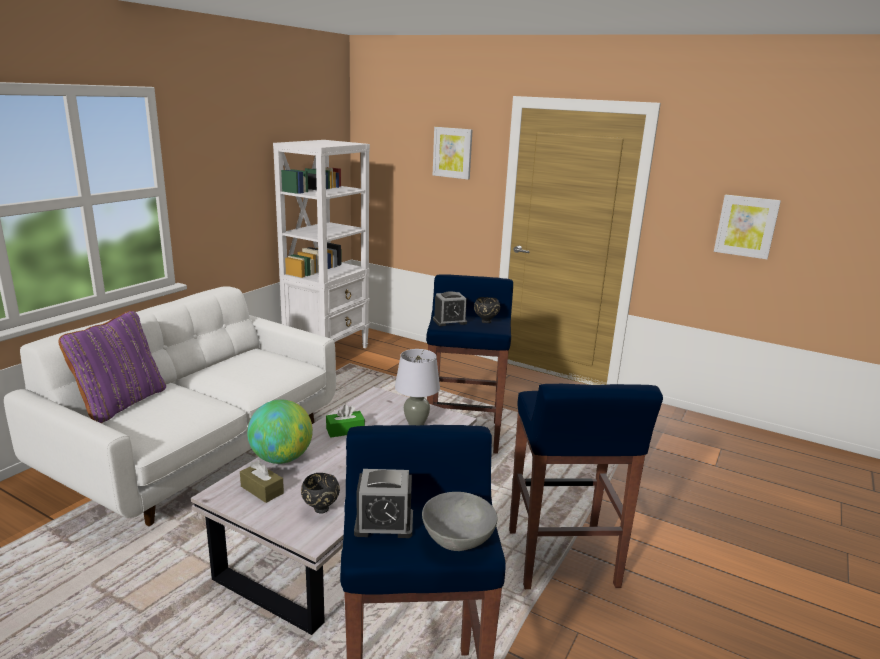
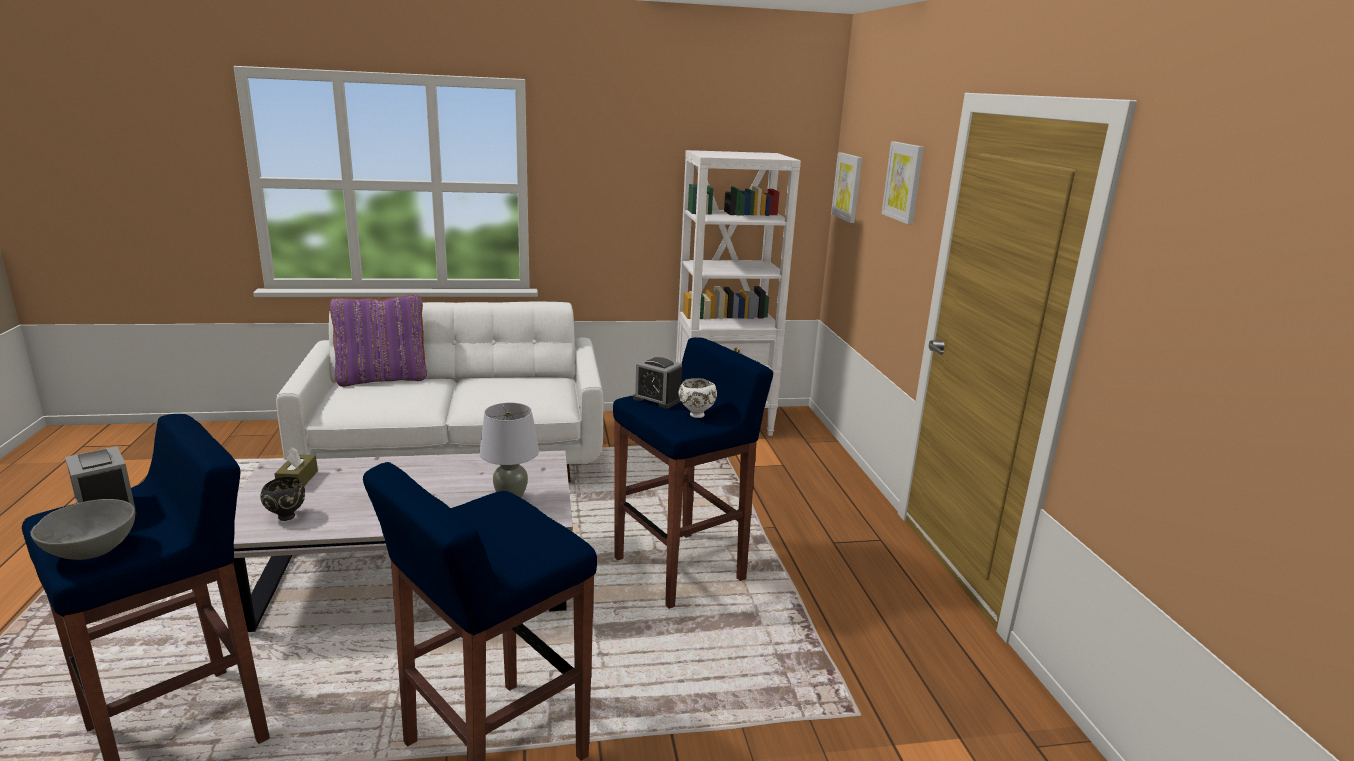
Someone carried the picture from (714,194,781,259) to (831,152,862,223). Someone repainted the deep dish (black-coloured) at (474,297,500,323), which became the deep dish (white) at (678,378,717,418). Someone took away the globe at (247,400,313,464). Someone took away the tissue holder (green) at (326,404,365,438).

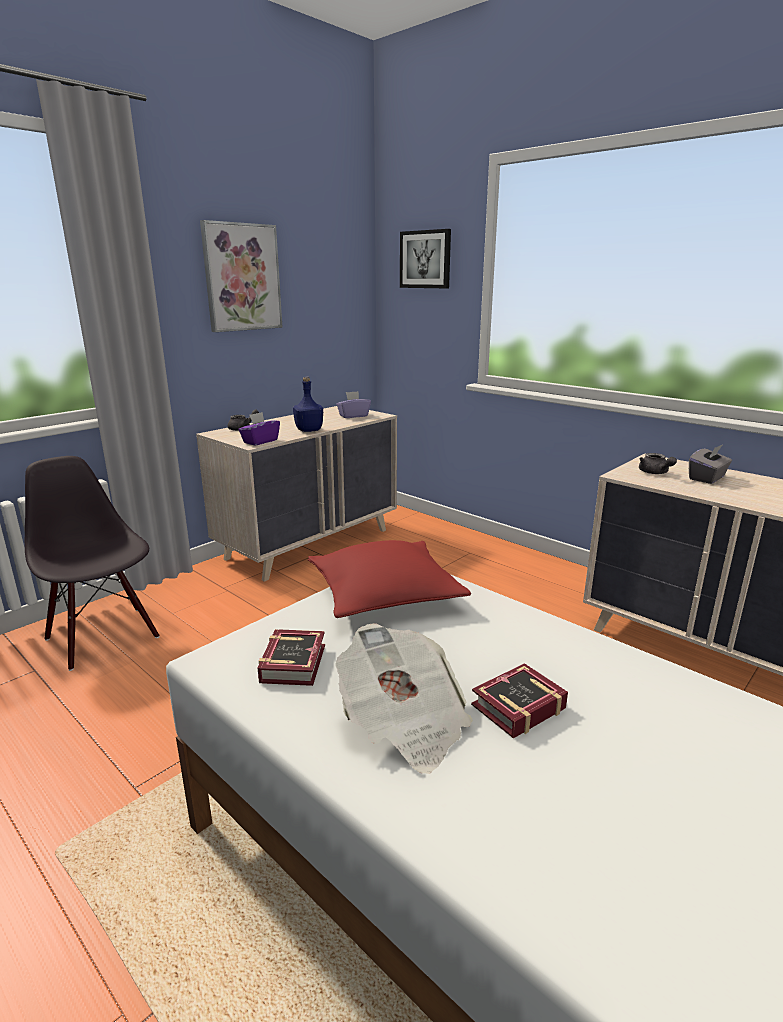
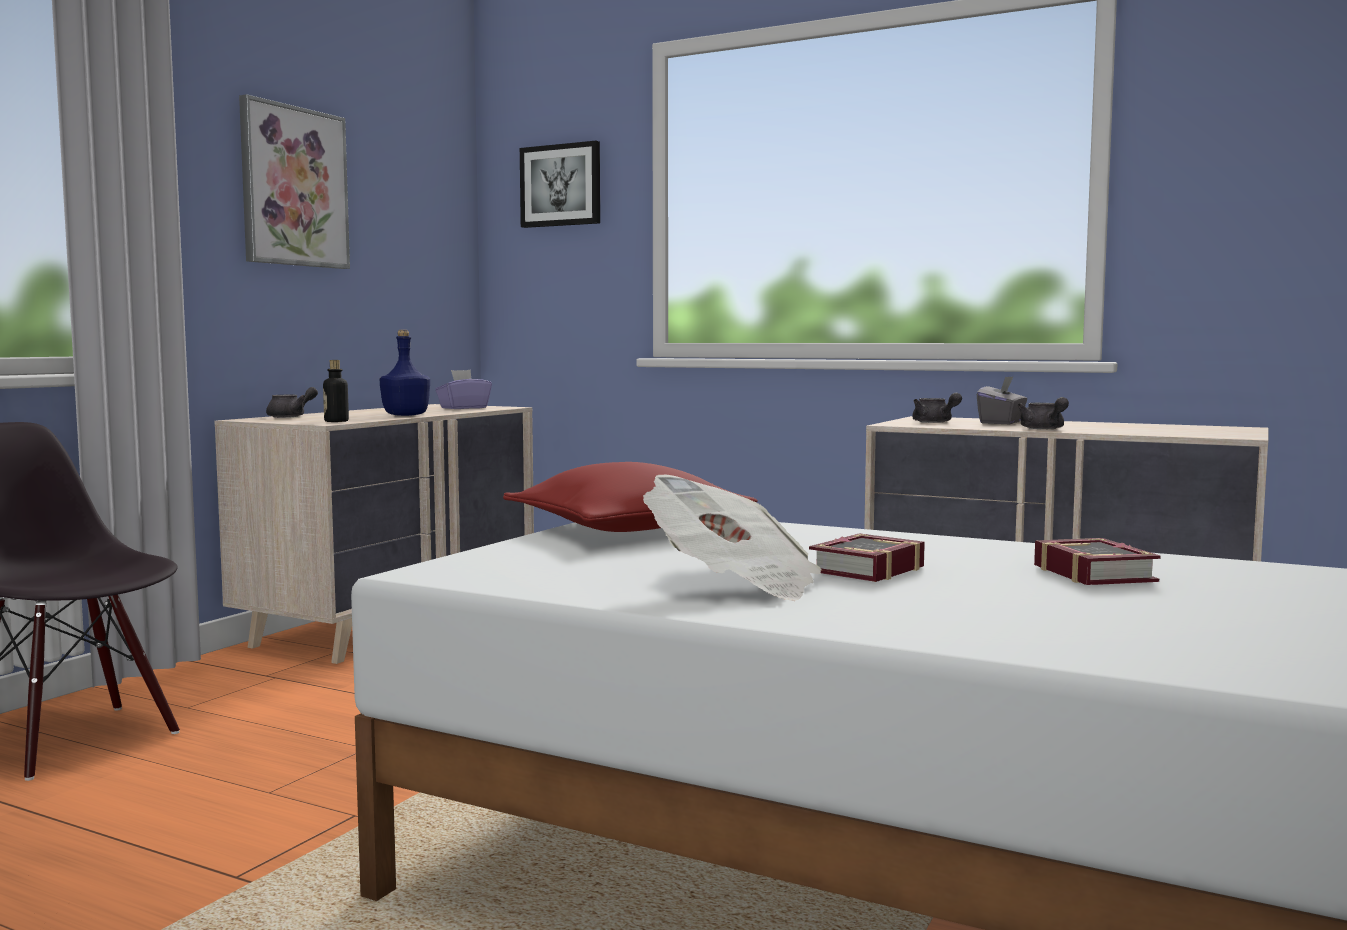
Someone swapped the tissue holder (purple) at (238,412,280,446) for the beverage bottle at (323,360,349,422). Someone carried the volume from (258,629,325,686) to (1034,538,1160,585). Someone put down the teapot (gray) at (1017,397,1069,429).

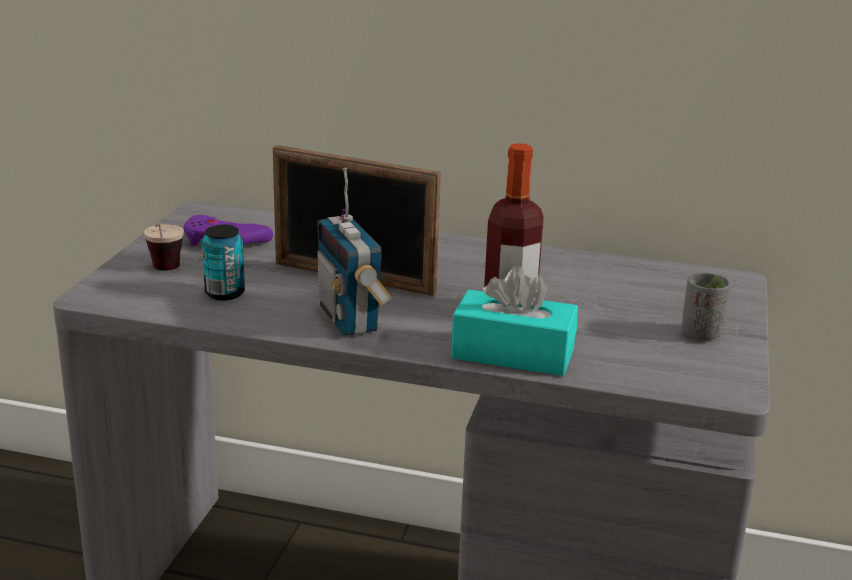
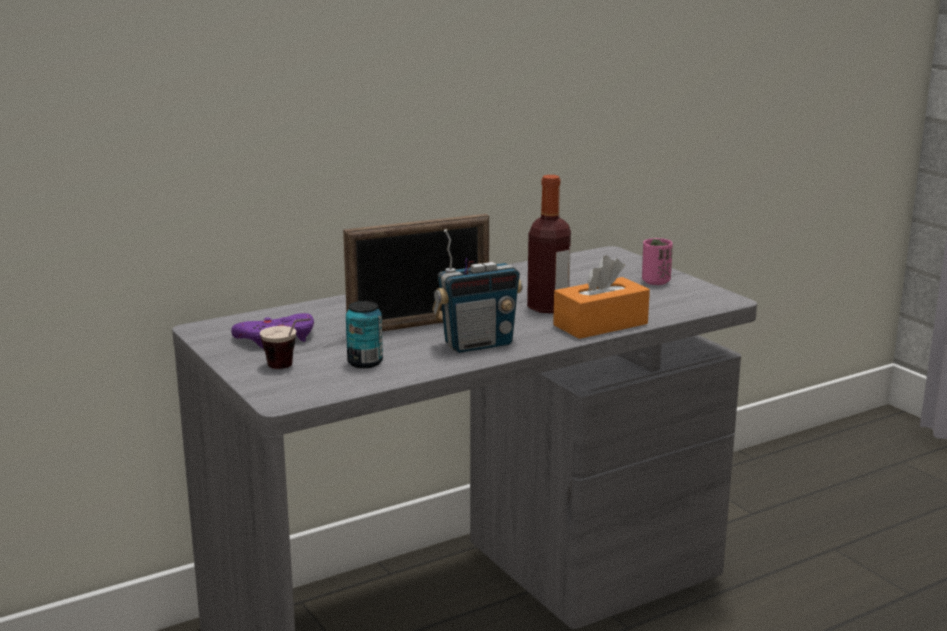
Someone rotated the radio set at (317,168,392,336) by 45 degrees counterclockwise. Someone repainted the tissue holder (turquoise-coloured) at (451,266,578,376), which became the tissue holder (orange-coloured) at (553,255,650,339). Someone repainted the small cup (gray) at (682,273,730,341), which became the small cup (pinkish) at (642,238,673,285).

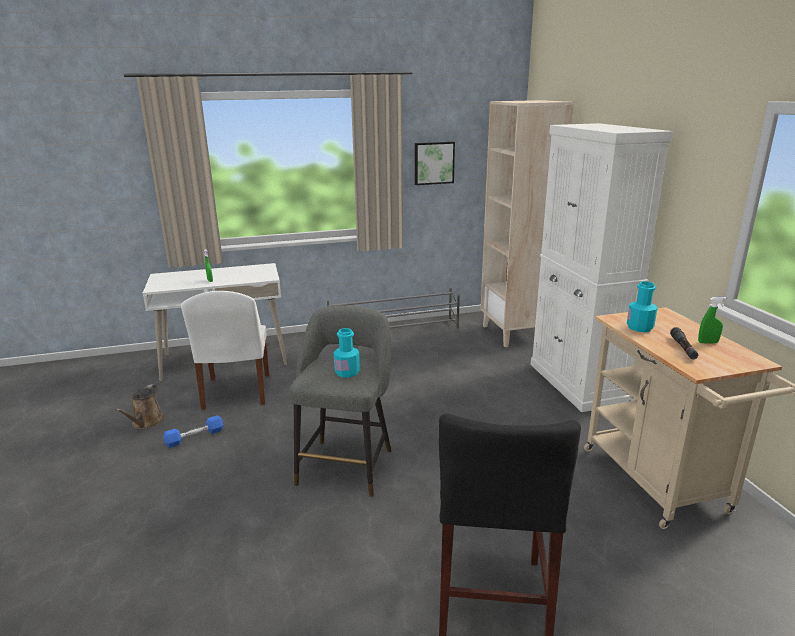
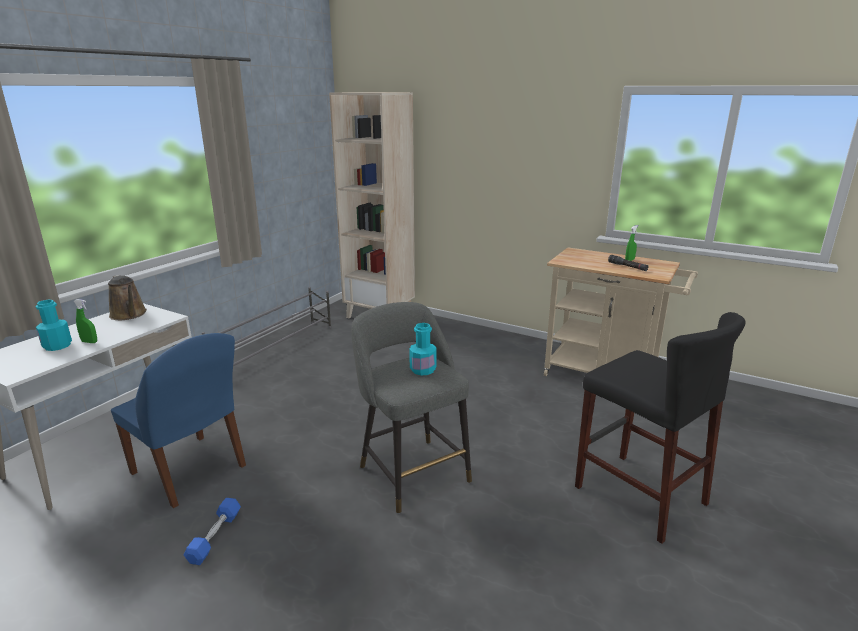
Someone took away the cupboard (white) at (531,123,673,412). Someone took away the picture at (415,142,455,185). Someone carried the beverage bottle (turquoise-coloured) from (627,281,658,332) to (36,300,72,351). Someone repainted the plain chair (white) at (181,291,269,410), which became the plain chair (blue) at (111,333,246,508). Someone carried the sprinkling can (brown-coloured) from (115,384,165,429) to (108,275,147,320).

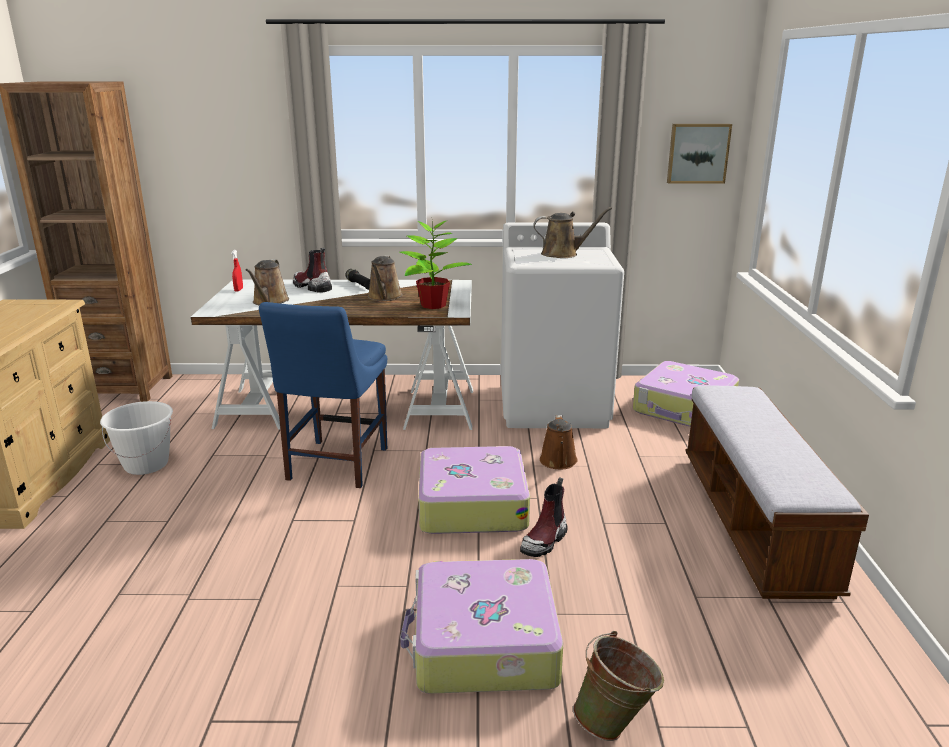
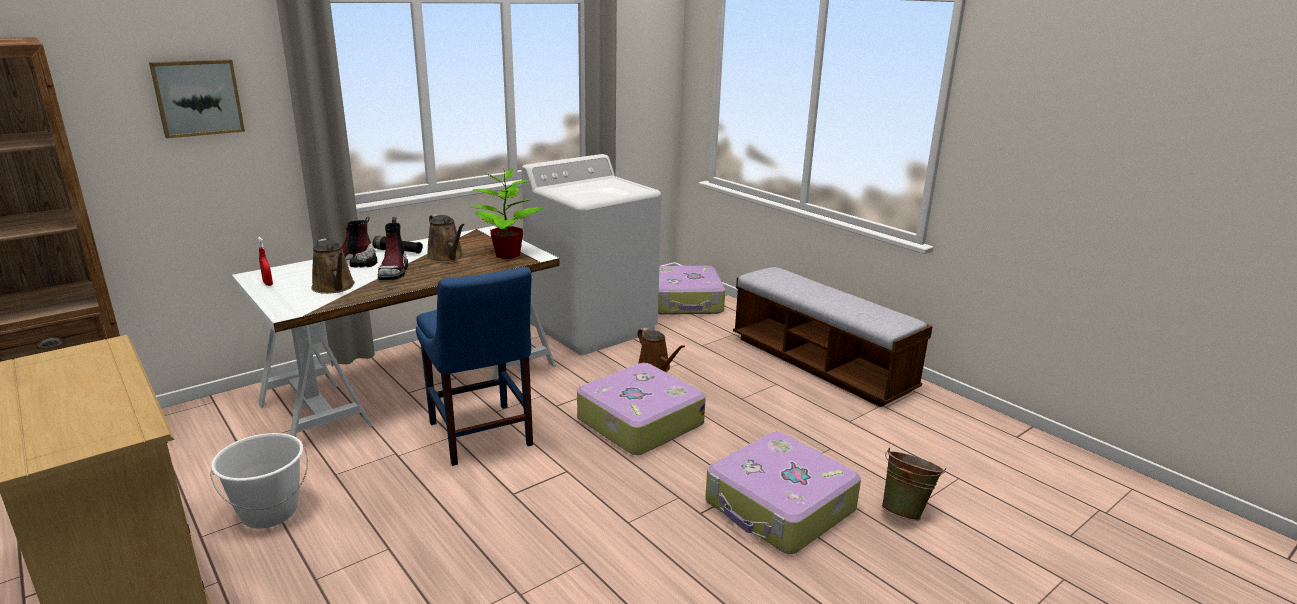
Someone carried the picture from (667,124,732,184) to (149,59,245,138). Someone took away the sprinkling can (brown-coloured) at (533,207,612,258). Someone carried the tall boot from (520,477,568,557) to (378,217,408,280).

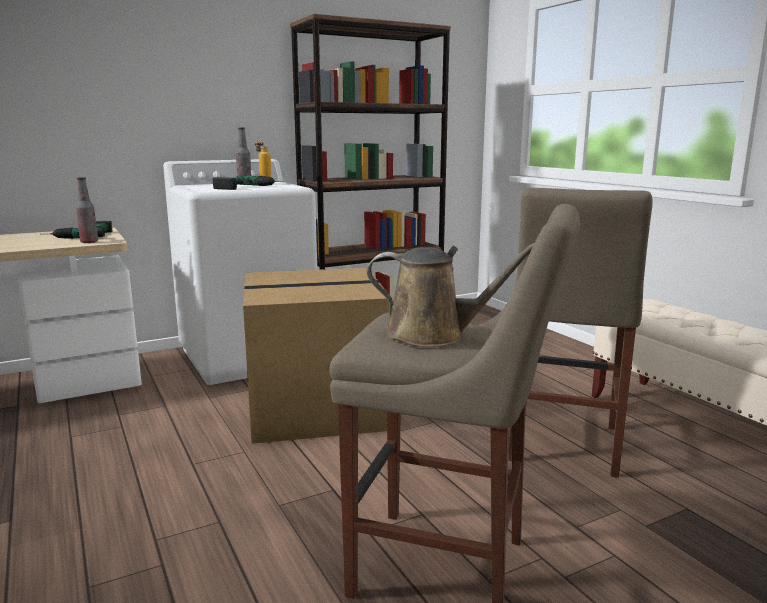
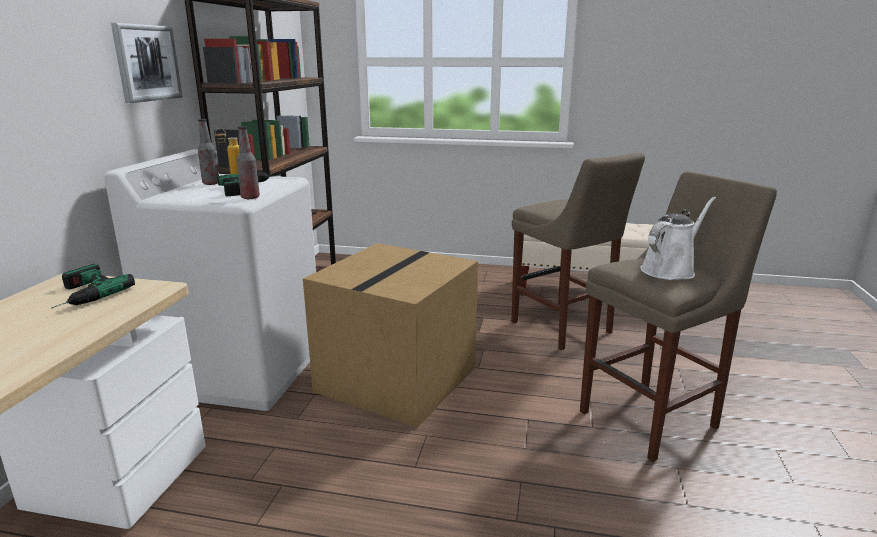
Someone carried the beverage bottle from (76,177,98,243) to (237,126,260,199). Someone repainted the sprinkling can (brown-coloured) at (367,243,534,347), which became the sprinkling can (white) at (640,196,716,280). Someone put up the picture at (111,23,182,103).

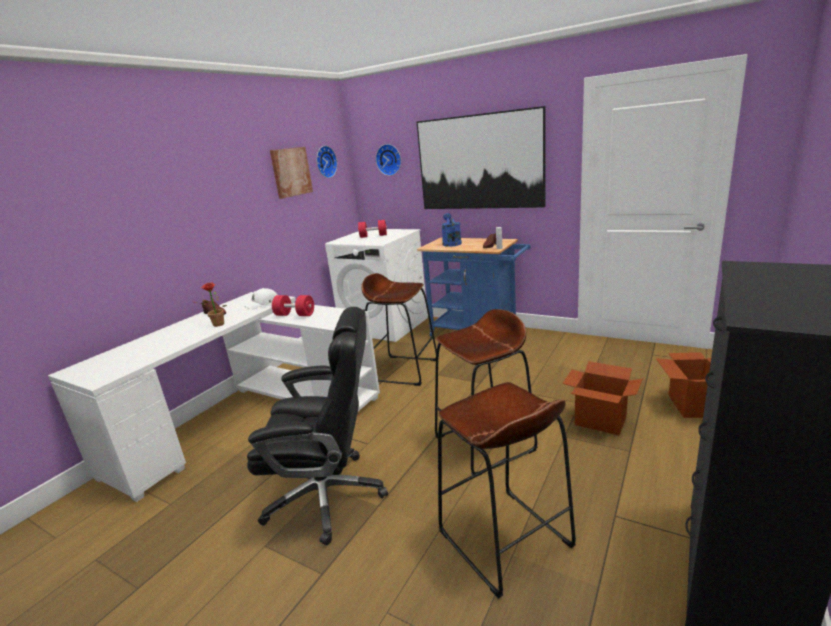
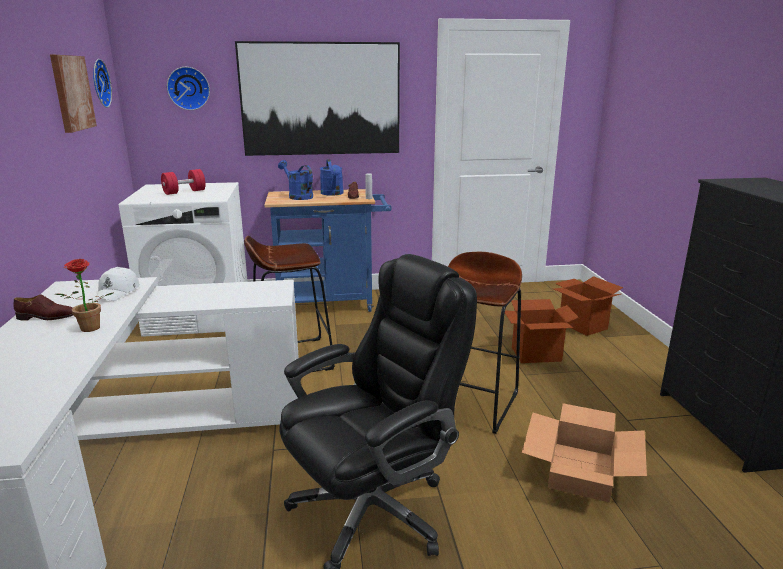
Someone took away the dumbbell (red-coloured) at (272,295,314,316). Someone swapped the sitting stool (brown-coloured) at (438,382,576,599) for the cardboard box at (522,403,647,503). Someone put down the sprinkling can (blue) at (320,160,344,196).

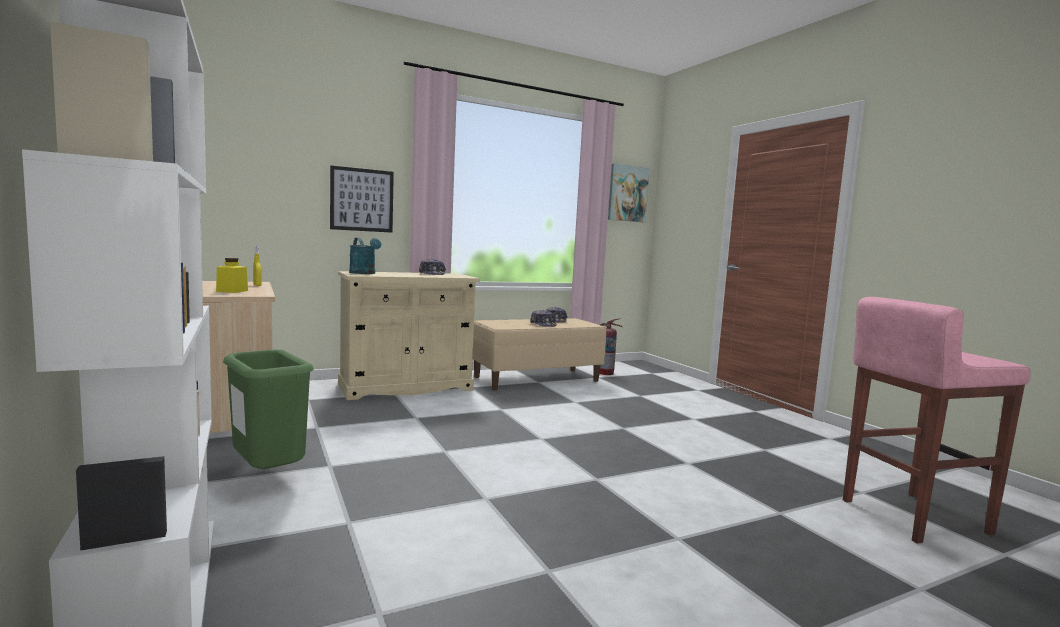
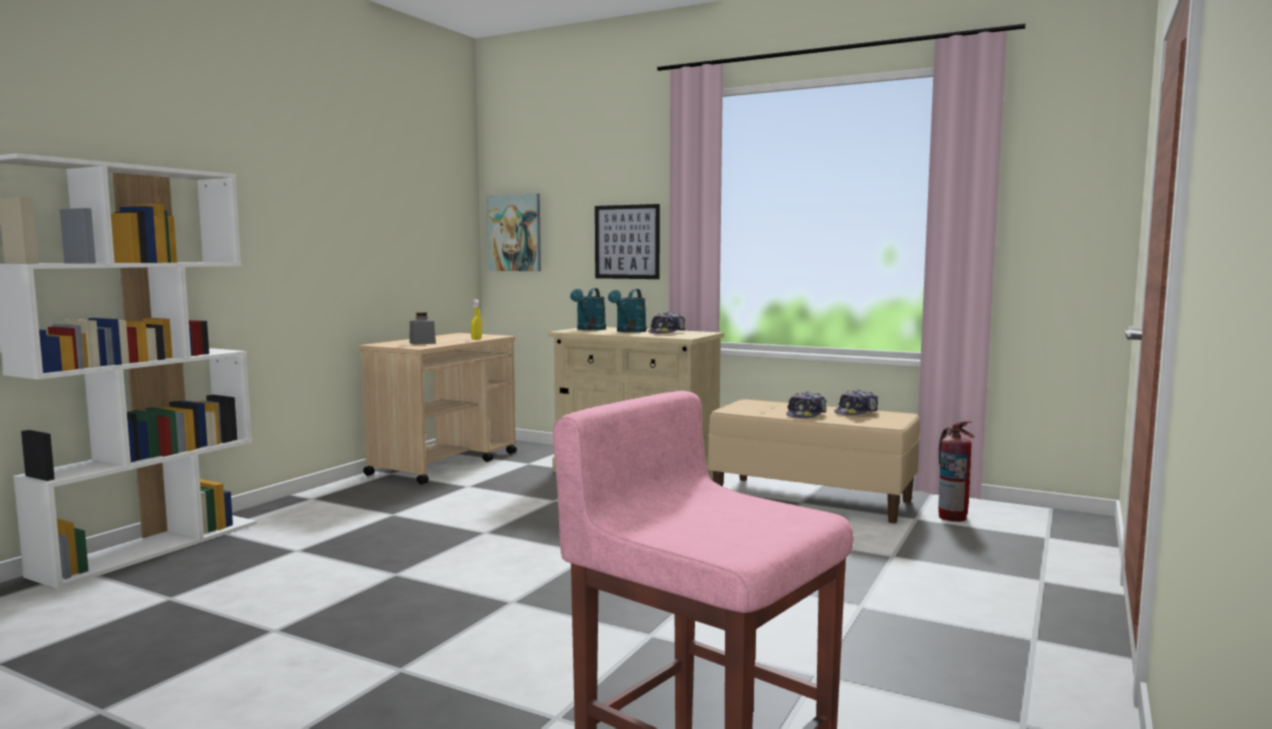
Someone carried the picture from (608,163,650,222) to (487,193,541,271). Someone repainted the jar (yellow-coloured) at (216,258,248,293), which became the jar (gray) at (410,312,436,345). Someone took away the trash can (green) at (223,349,314,469). Someone put down the sprinkling can (turquoise-coloured) at (608,289,647,332).

